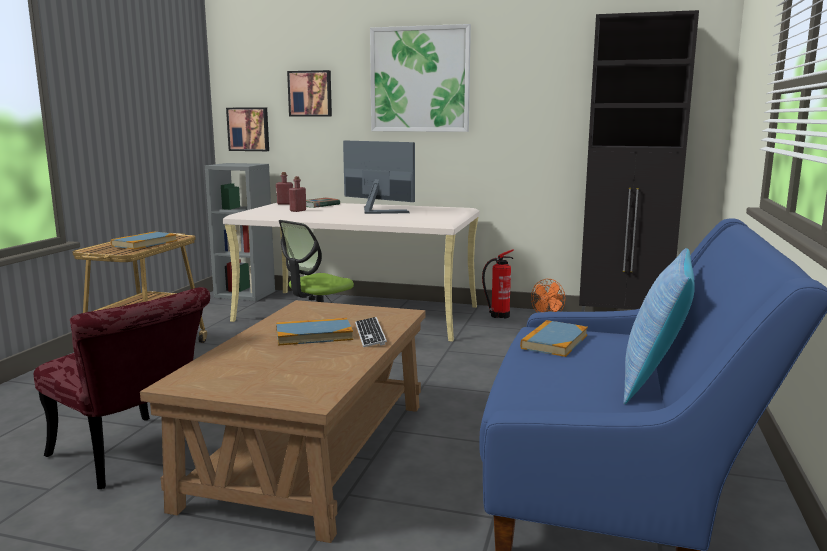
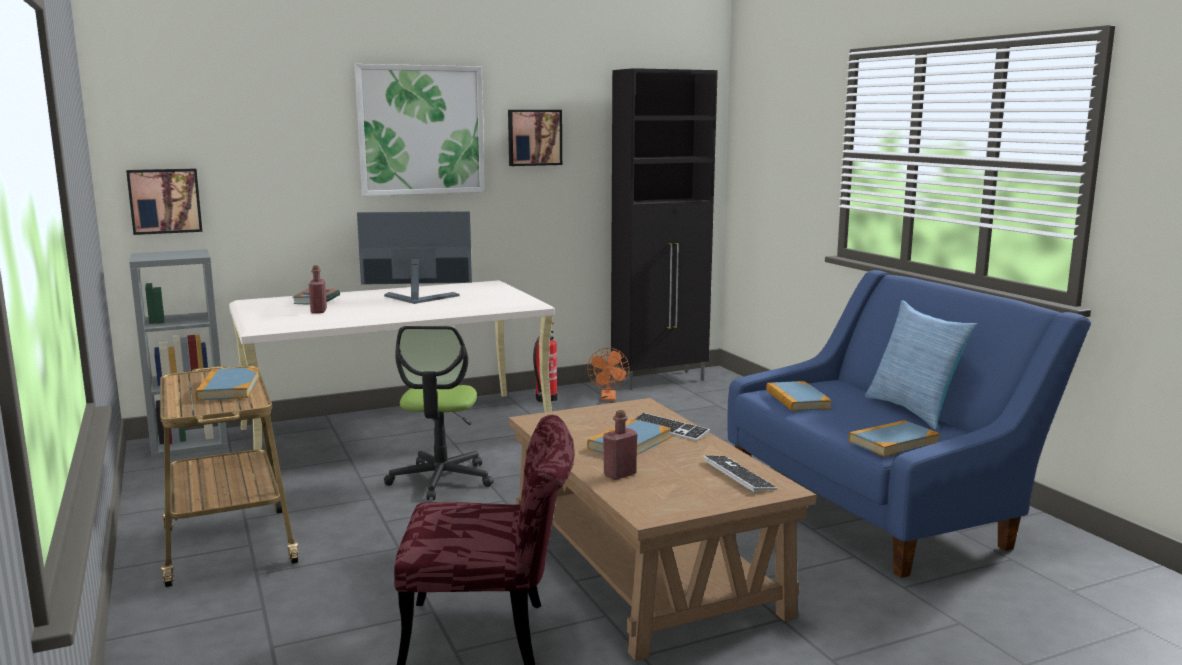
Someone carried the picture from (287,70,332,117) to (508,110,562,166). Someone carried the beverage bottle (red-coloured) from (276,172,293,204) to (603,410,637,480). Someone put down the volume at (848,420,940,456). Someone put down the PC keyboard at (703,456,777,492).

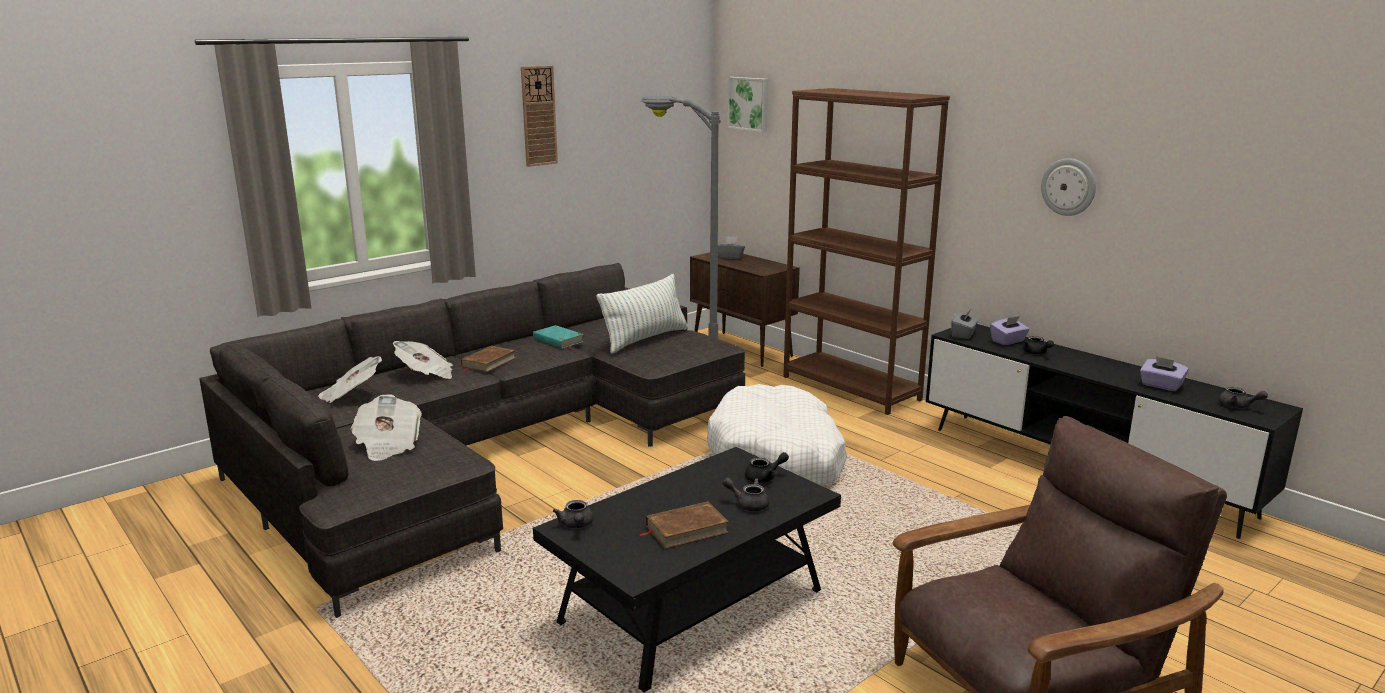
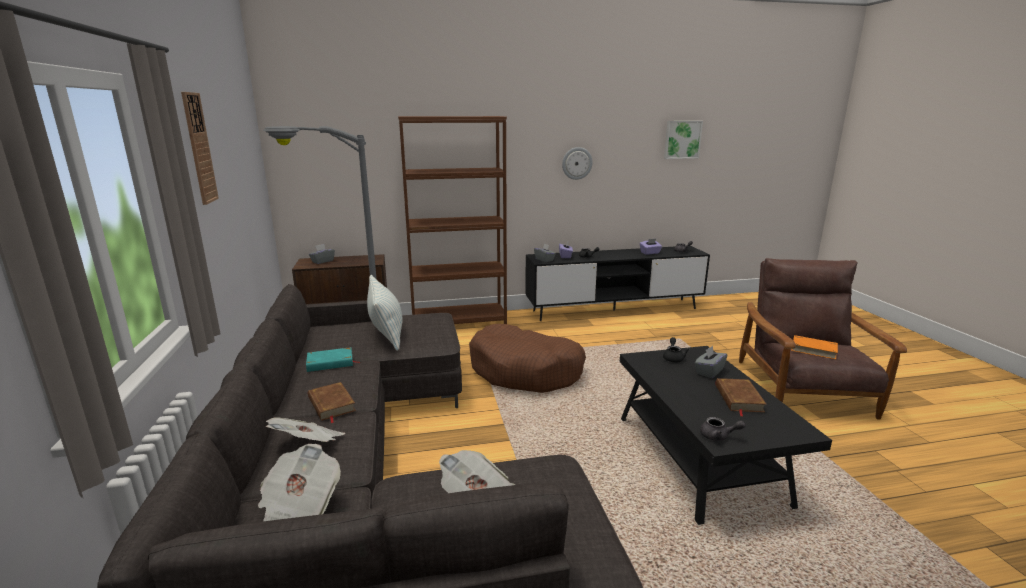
Someone carried the picture from (727,77,768,132) to (664,121,703,159). Someone repainted the pet bed (white) at (707,384,847,486), which became the pet bed (brown-coloured) at (469,324,586,393). Someone swapped the teapot (gray) at (723,477,769,511) for the tissue holder (gray) at (695,346,728,378). Someone put down the volume (orange-coloured) at (791,335,838,359).

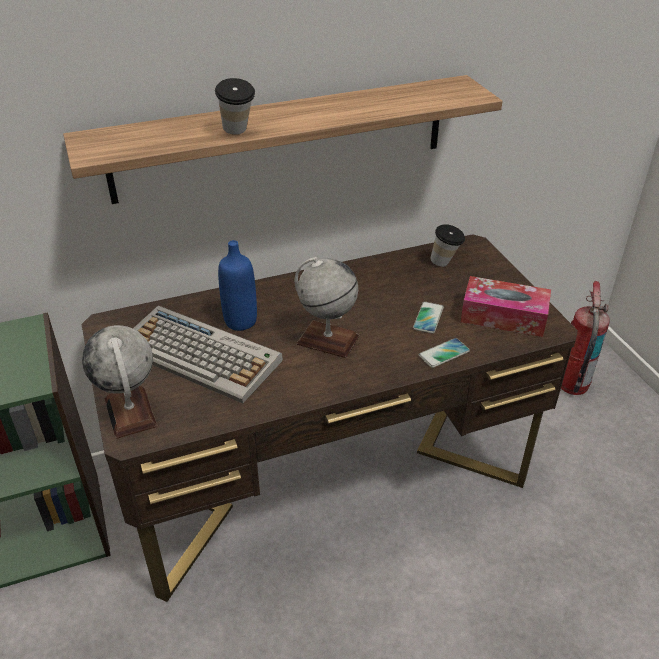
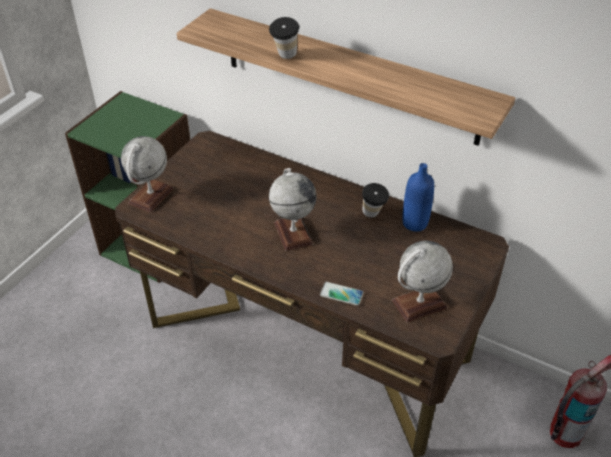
Someone carried the small cup from (430,224,465,267) to (362,183,389,218). Someone carried the beverage bottle (blue) from (218,240,257,331) to (402,163,434,231). Someone swapped the tissue holder at (461,276,551,337) for the globe at (392,241,453,323). Someone took away the handset at (413,302,444,333). Someone took away the PC keyboard at (133,306,283,403).

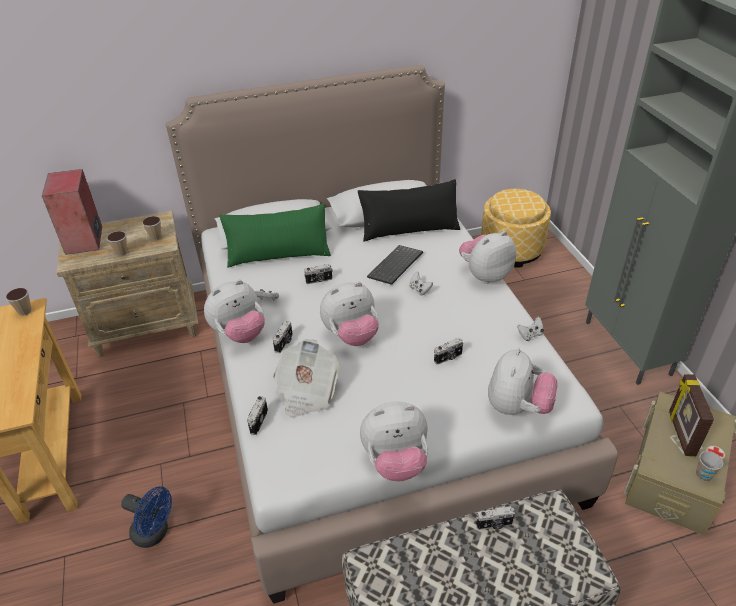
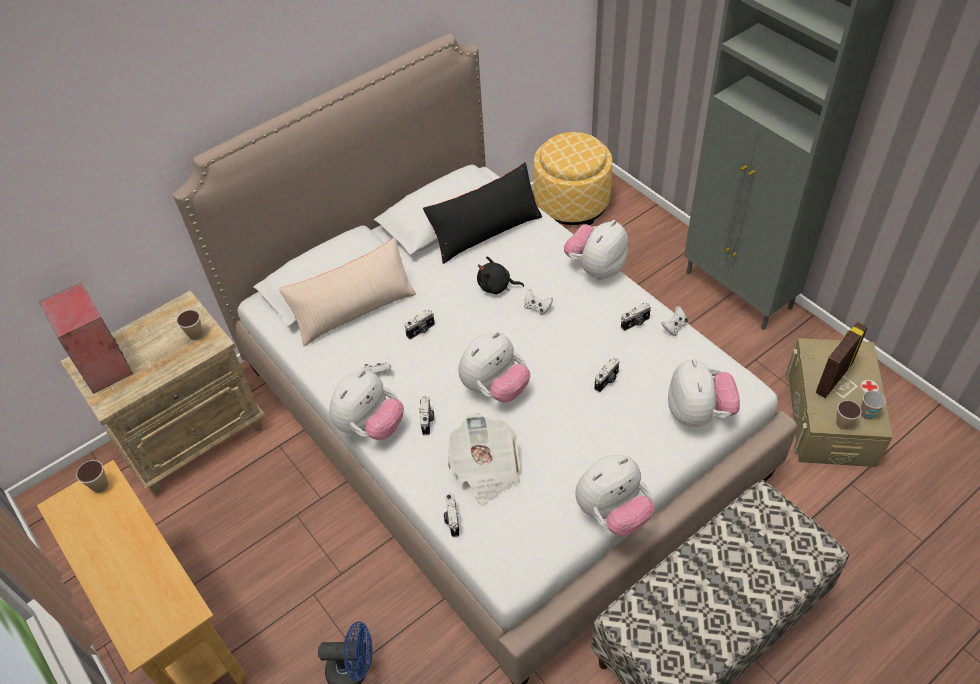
Someone repainted the throw pillow (green) at (220,204,331,268), which became the throw pillow (beige) at (279,238,416,346). Someone carried the small cup from (107,231,127,256) to (836,400,862,429). Someone swapped the PC keyboard at (367,245,423,285) for the plush toy (black-coloured) at (477,257,524,294). Someone rotated the photo frame at (669,374,714,457) by 60 degrees clockwise. Someone carried the still camera from (476,506,515,530) to (621,302,651,331).

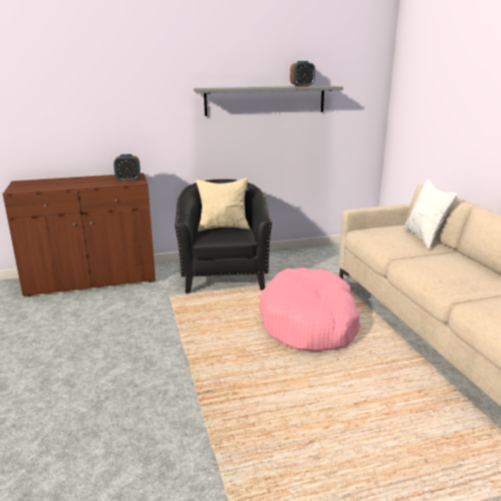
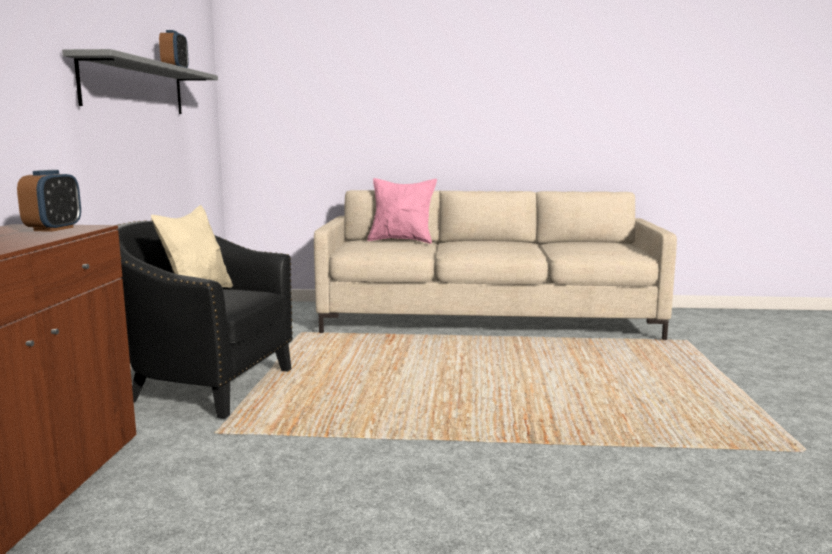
Someone repainted the throw pillow (white) at (404,180,457,249), which became the throw pillow (pinkish) at (367,178,437,244). Someone took away the pet bed (pinkish) at (259,268,361,351).

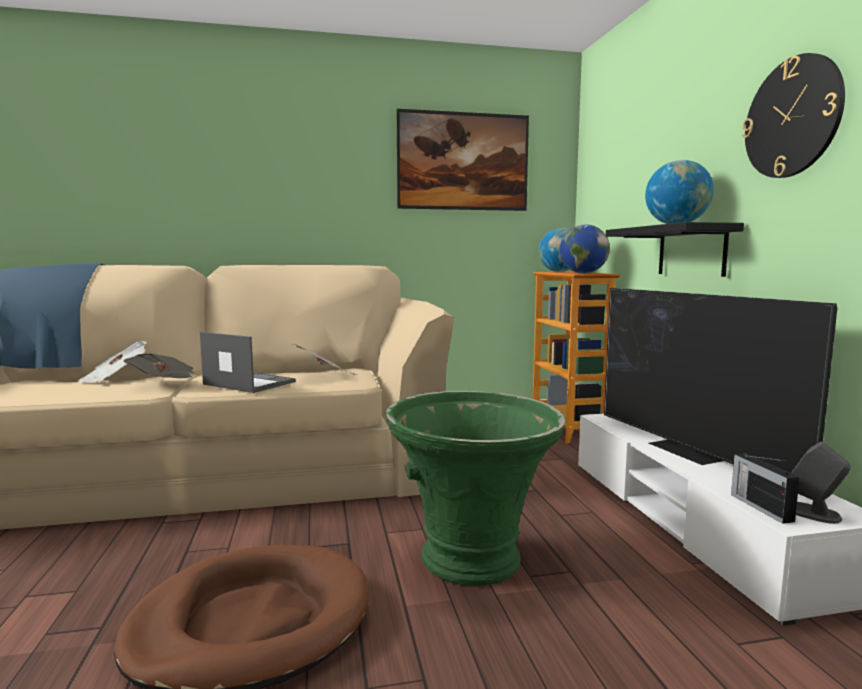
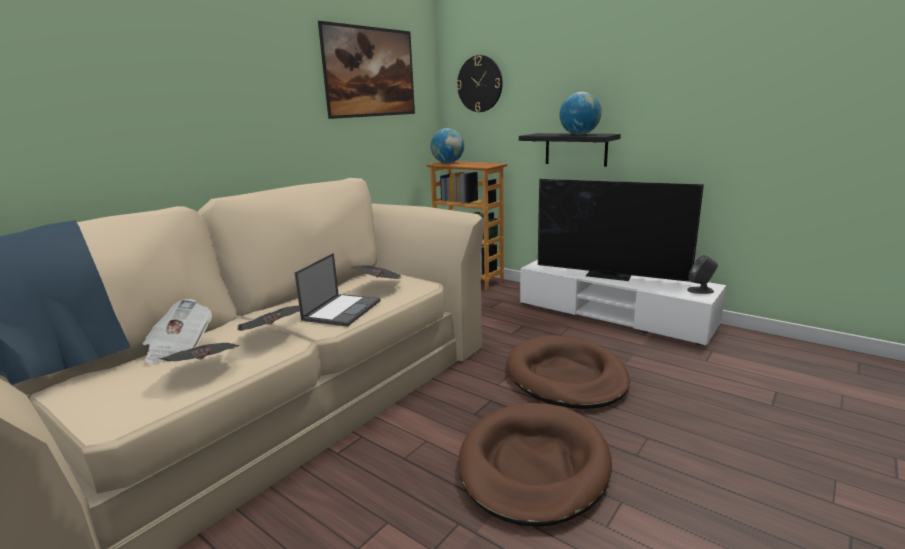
Someone carried the clock on the wall from (742,53,845,178) to (456,55,503,112). Someone took away the globe at (560,224,610,274). Someone rotated the portable computer at (200,332,296,393) by 120 degrees clockwise. Someone swapped the plant pot (green) at (386,391,566,586) for the pet bed (brown-coloured) at (506,335,630,409). Someone took away the radio set at (731,453,800,524). Someone put down the daily paper at (157,343,239,361).

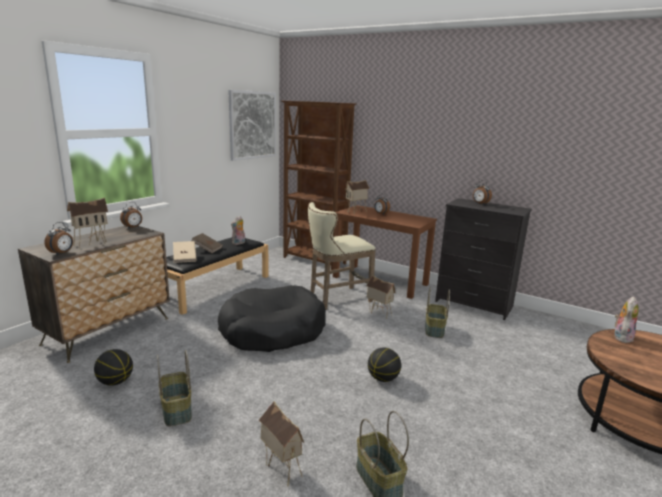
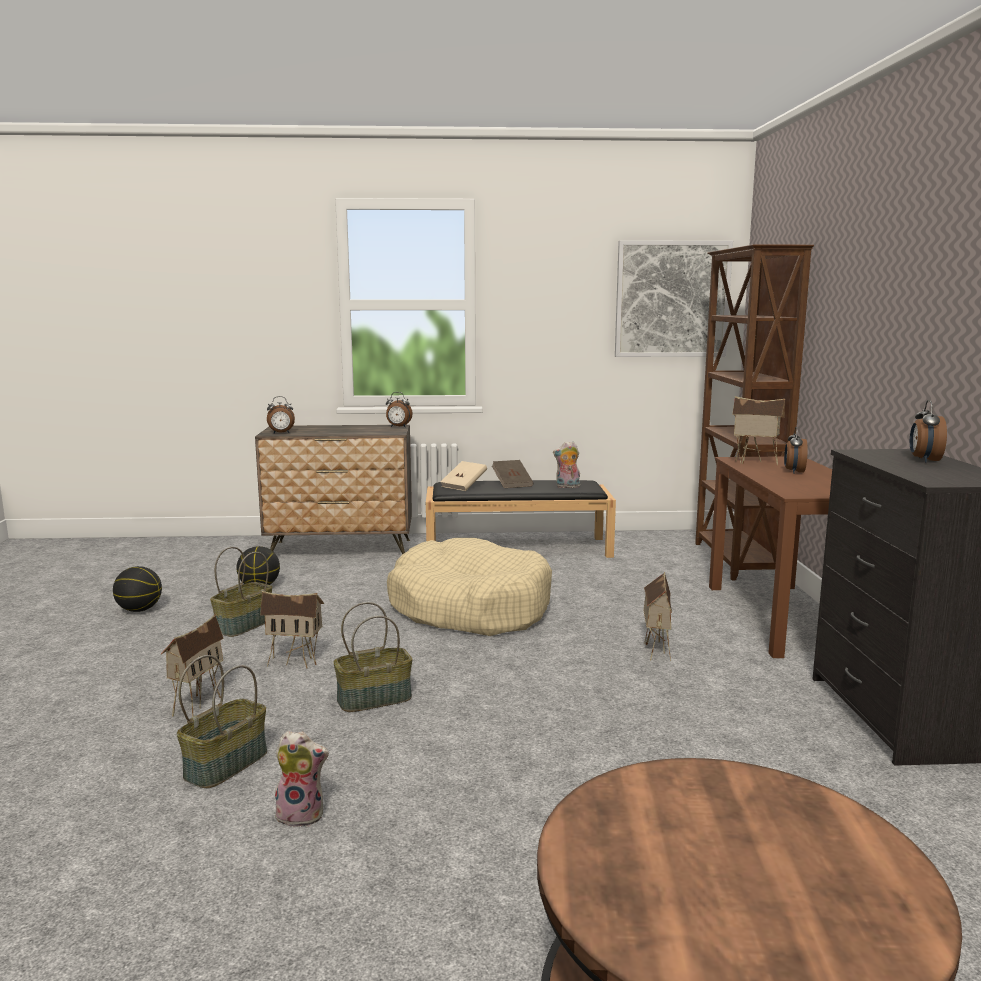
Someone carried the model house from (67,198,108,249) to (260,591,325,669). Someone took away the sitting stool (beige) at (308,202,376,310). Someone repainted the pet bed (black-coloured) at (218,285,326,352), which became the pet bed (beige) at (387,538,552,636). Someone carried the storage basket from (425,287,450,338) to (334,602,412,712). Someone carried the plush toy from (615,297,638,343) to (275,731,329,827). Someone carried the basketball ball from (368,348,401,382) to (113,566,162,612).

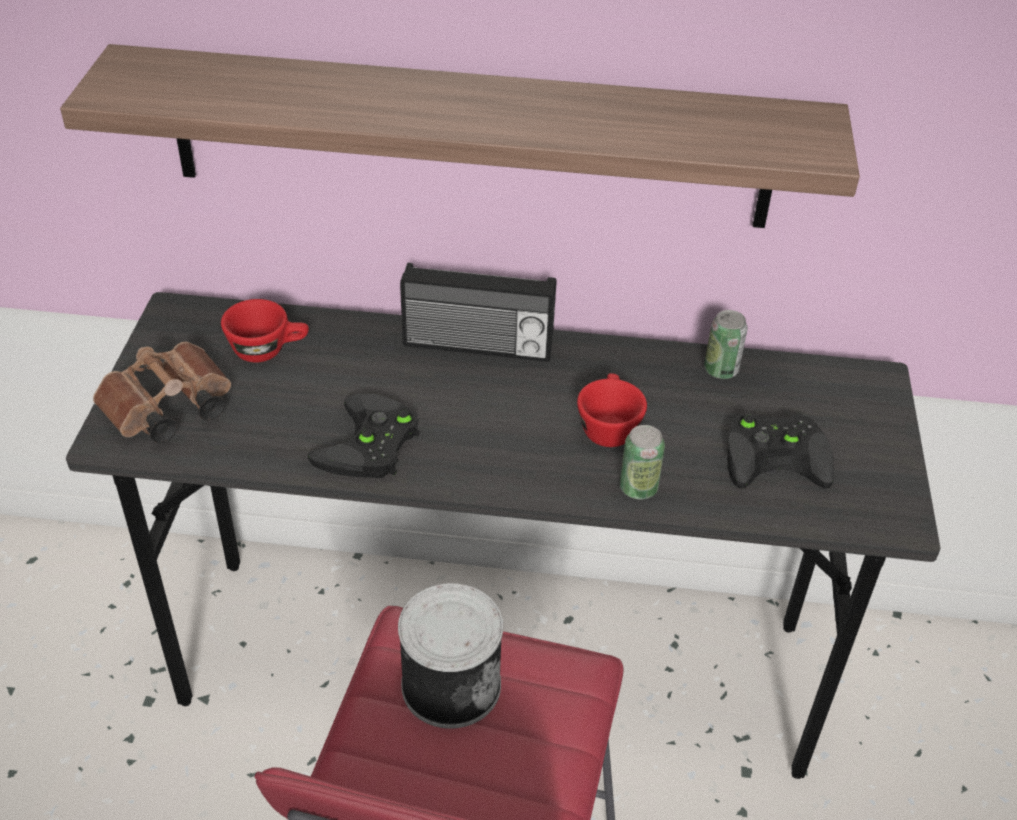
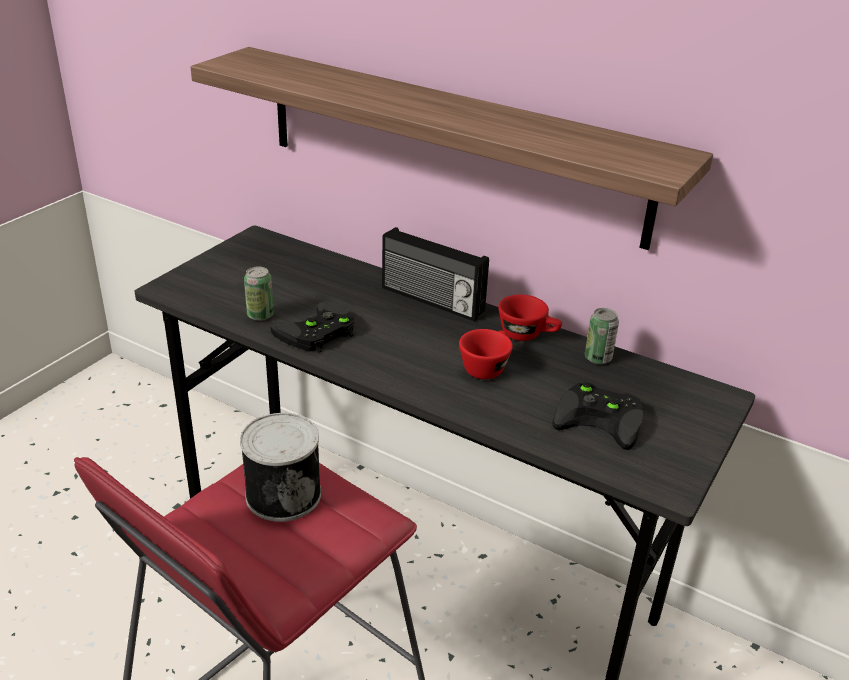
Someone carried the small cup (red-coloured) from (221,299,309,363) to (498,294,562,341). Someone took away the binoculars (brown-coloured) at (93,342,231,443). Someone carried the sealed can from (620,425,665,499) to (244,267,274,321).

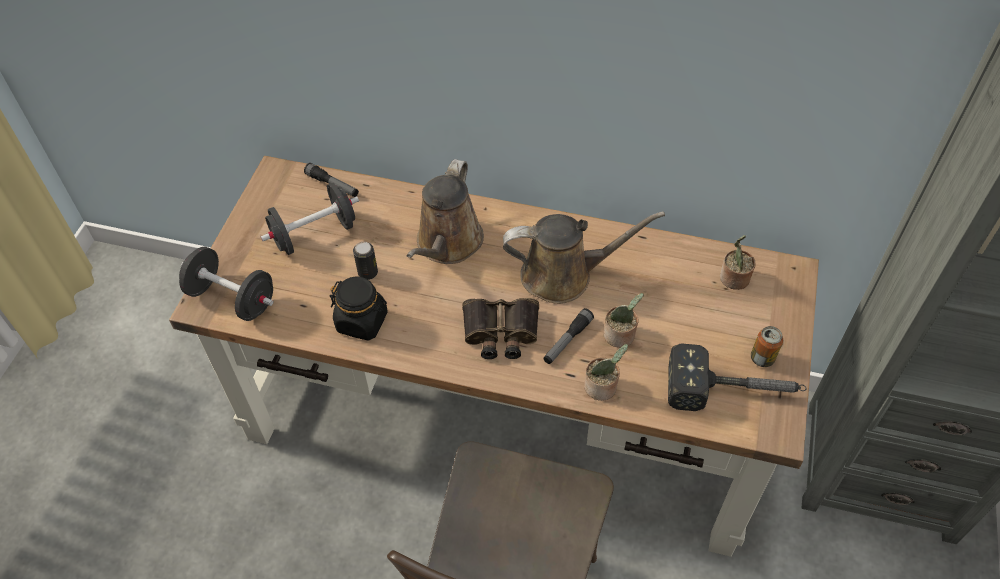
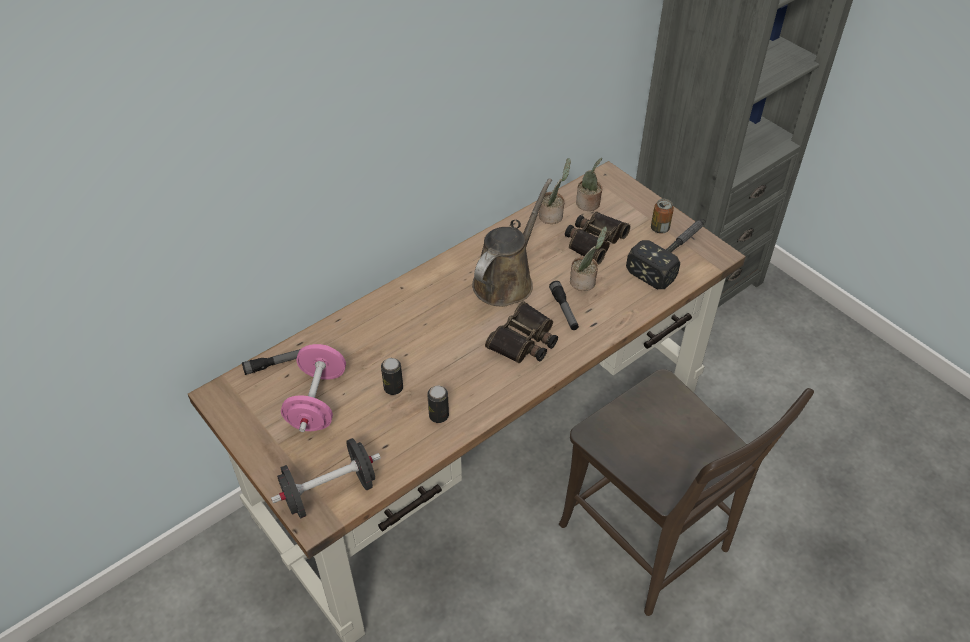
Someone took away the sprinkling can (brown-coloured) at (407,159,484,264). Someone repainted the dumbbell (black-coloured) at (260,183,359,255), which became the dumbbell (pinkish) at (281,344,346,432). Someone swapped the jar (black-coloured) at (330,276,388,341) for the sealed can at (427,386,449,423). Someone carried the potted plant from (584,344,628,401) to (539,158,571,224). Someone put down the binoculars at (565,211,631,265).

